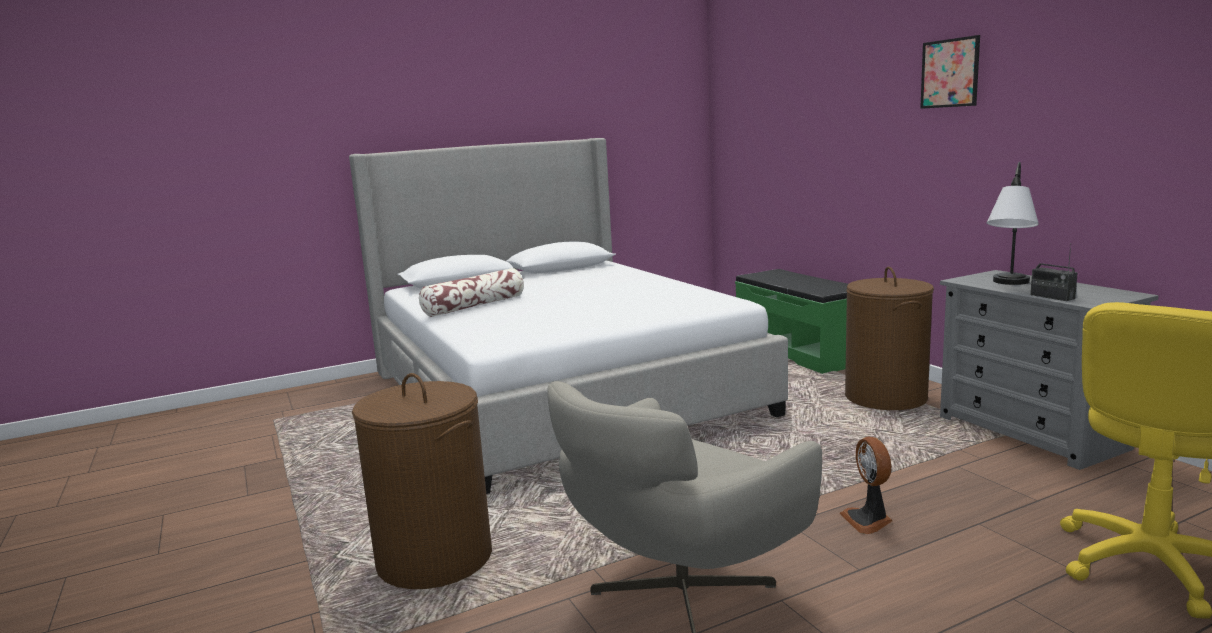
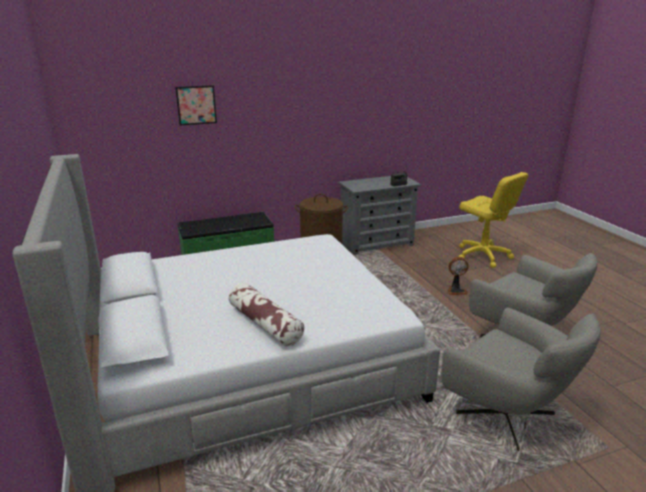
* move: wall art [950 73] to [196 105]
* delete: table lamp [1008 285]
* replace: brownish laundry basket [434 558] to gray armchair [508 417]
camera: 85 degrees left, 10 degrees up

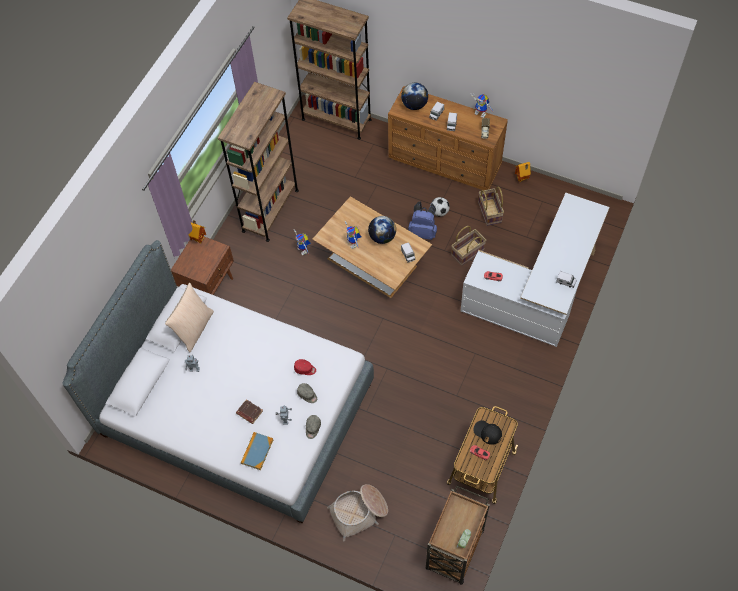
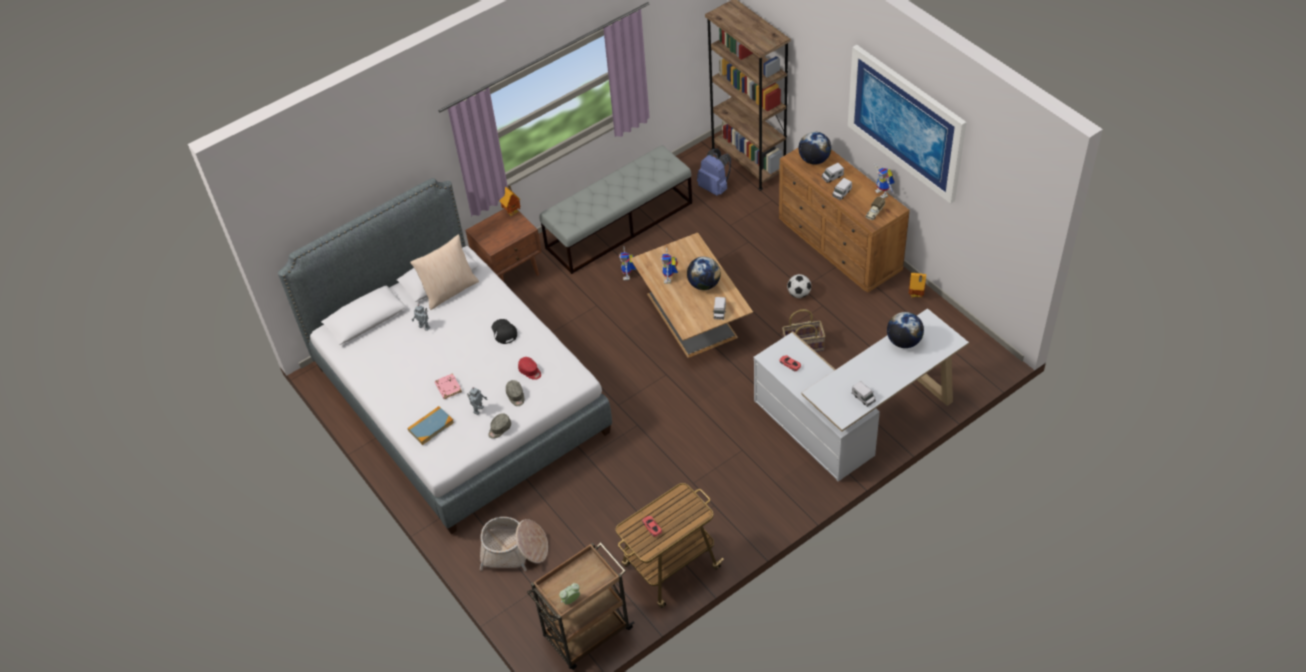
* replace: brownish shelving unit [270 210] to gray indoor bench [619 225]
* delete: basket [490 212]
* move: blue-coloured rucksack [423 232] to [715 187]
* recolor: brownish book [249 412] to pink-coloured book [448 388]
* move: blackish cap [487 432] to [504 332]
* insert: wall art [905 122]
* insert: globe [903 341]
camera: 30 degrees right, 10 degrees down

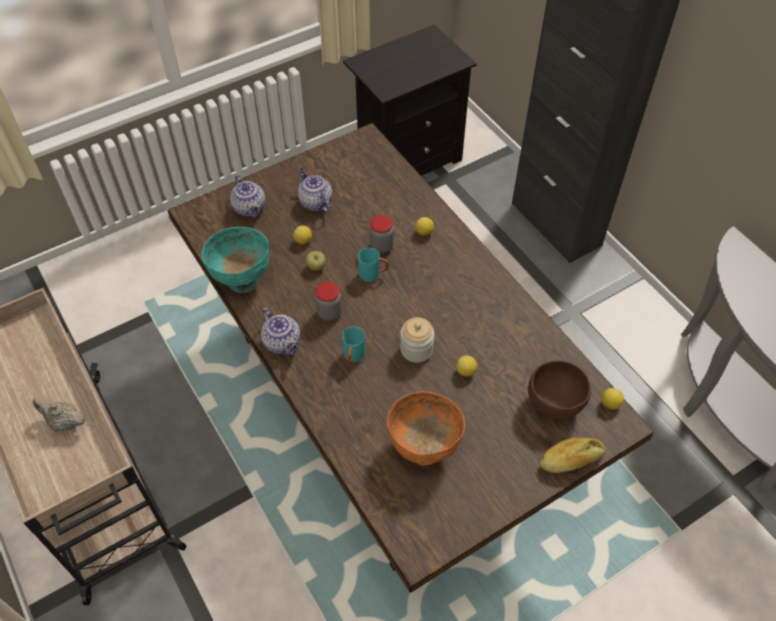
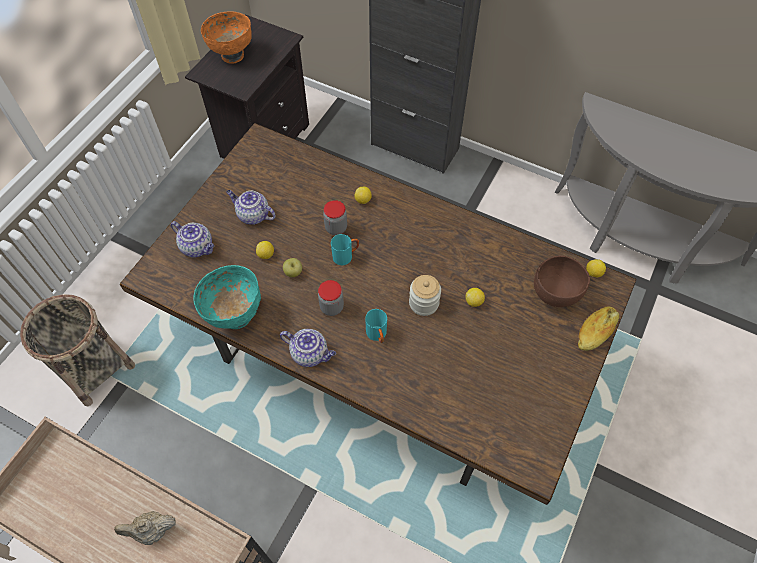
* move: orange-coloured deep dish [424 448] to [232 55]
* insert: basket [94 368]
camera: 30 degrees left, 5 degrees up

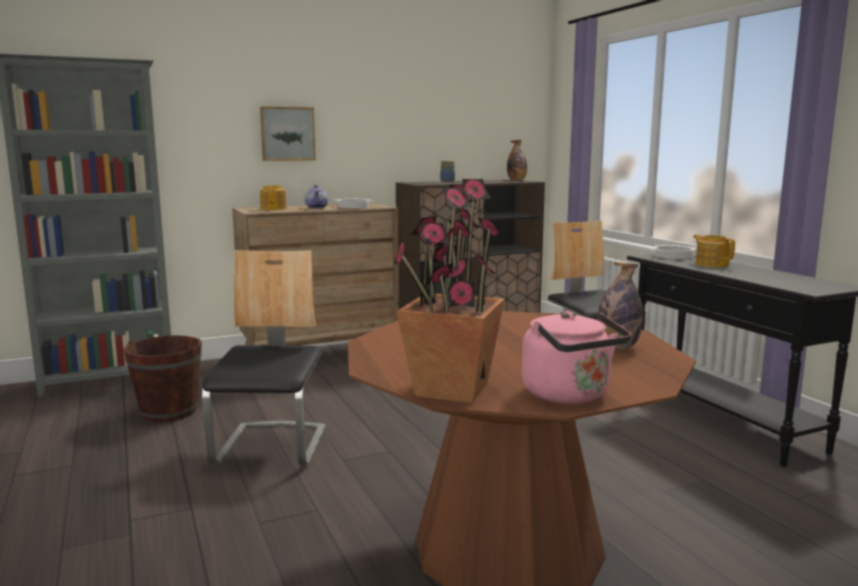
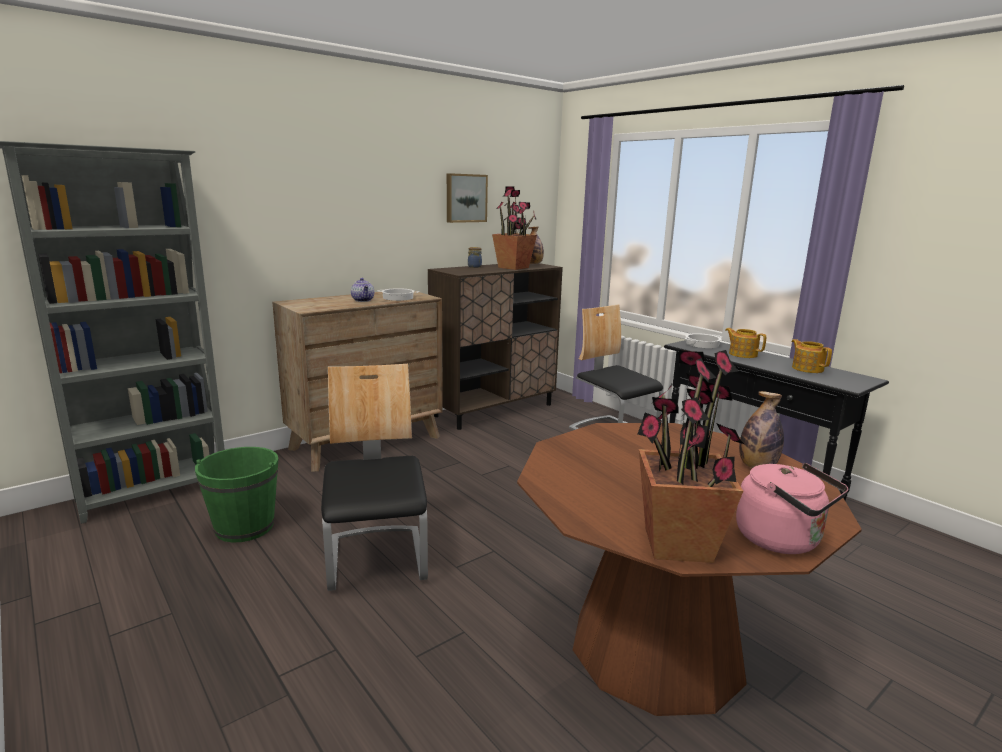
* move: wall art [287 134] to [465 198]
* move: tea pot [274 208] to [807 368]
* recolor: brownish bucket [168 411] to green-coloured bucket [244 527]
* insert: plant in a pot [514 267]
camera: 15 degrees left, 5 degrees up

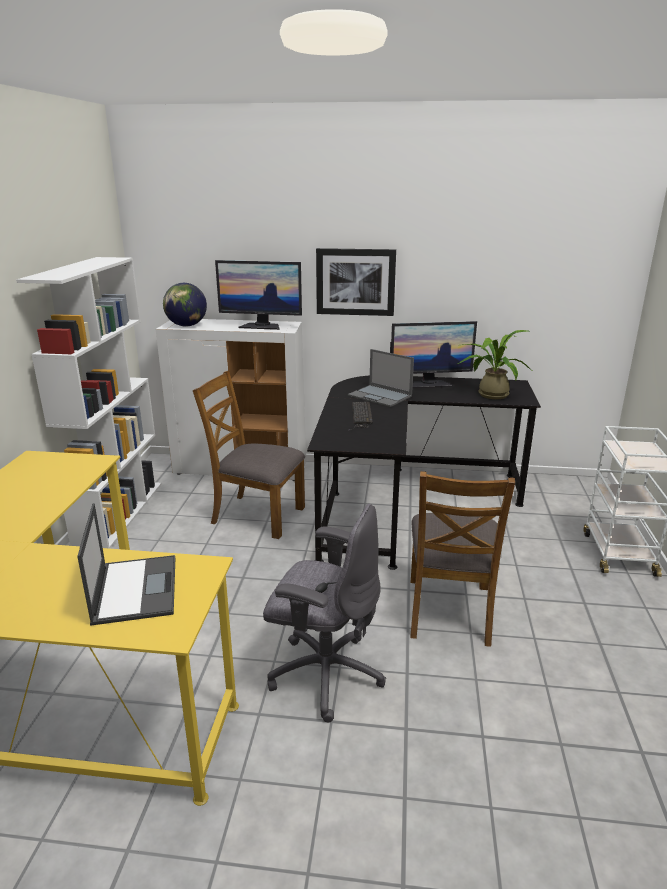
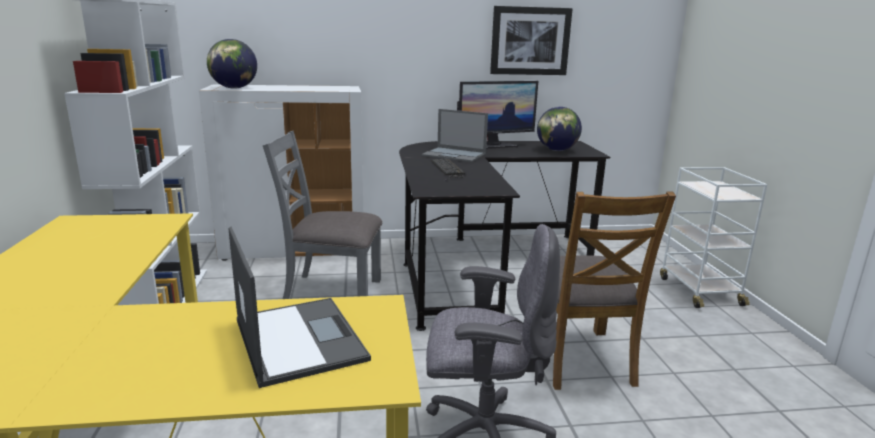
* move: wall art [355 282] to [530 41]
* delete: computer display [261 326]
* replace: plant in a pot [489 394] to globe [557 150]
* recolor: brownish upright chair [257 515] to gray upright chair [331 291]
camera: 15 degrees left, 5 degrees down

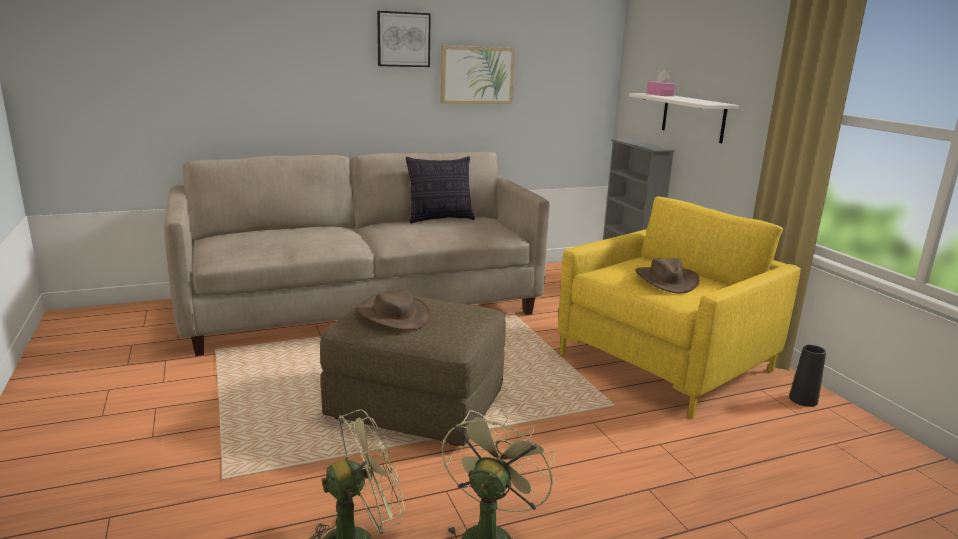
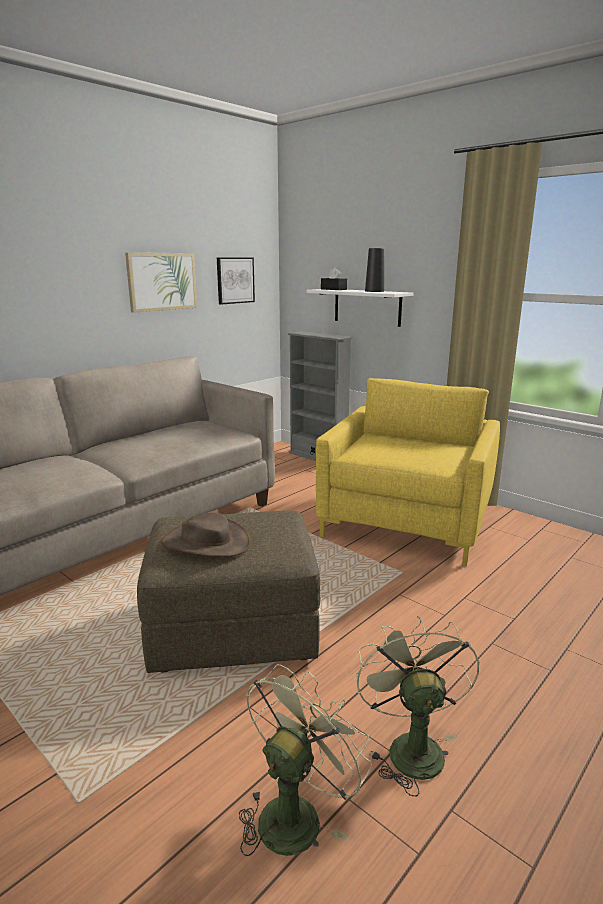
* move: wall art [403 39] to [235 280]
* recolor: pink-coloured tissue holder [659 94] to blackish tissue holder [333 289]
* delete: pillow [440 219]
* delete: brownish hat [665 280]
* move: blackish decorative vase [803 399] to [374 291]
camera: 25 degrees left, 0 degrees up

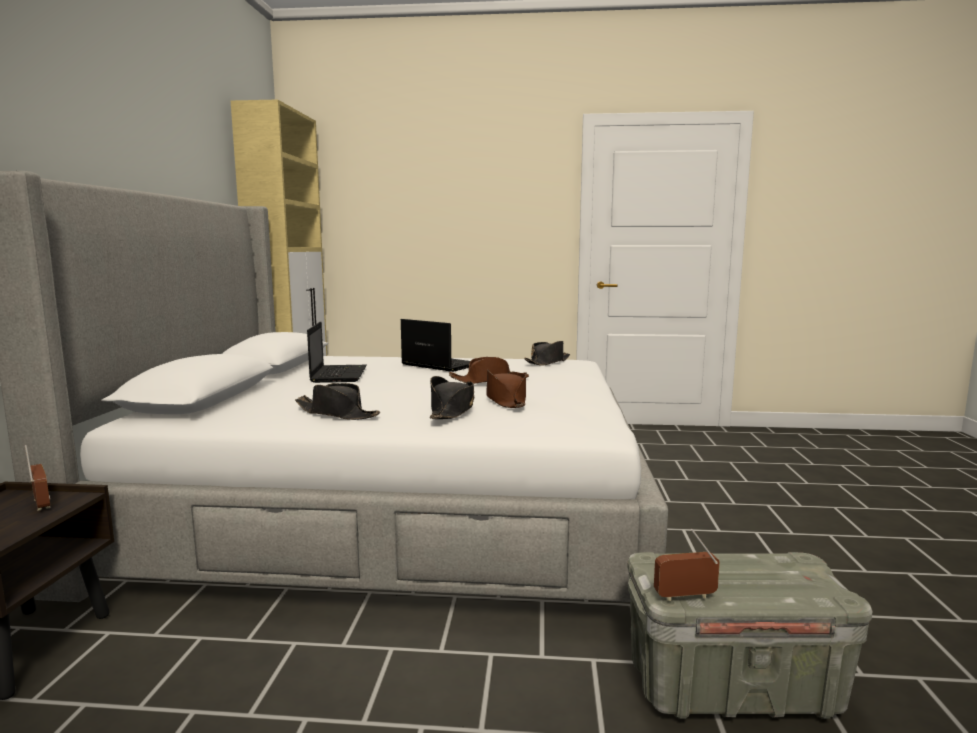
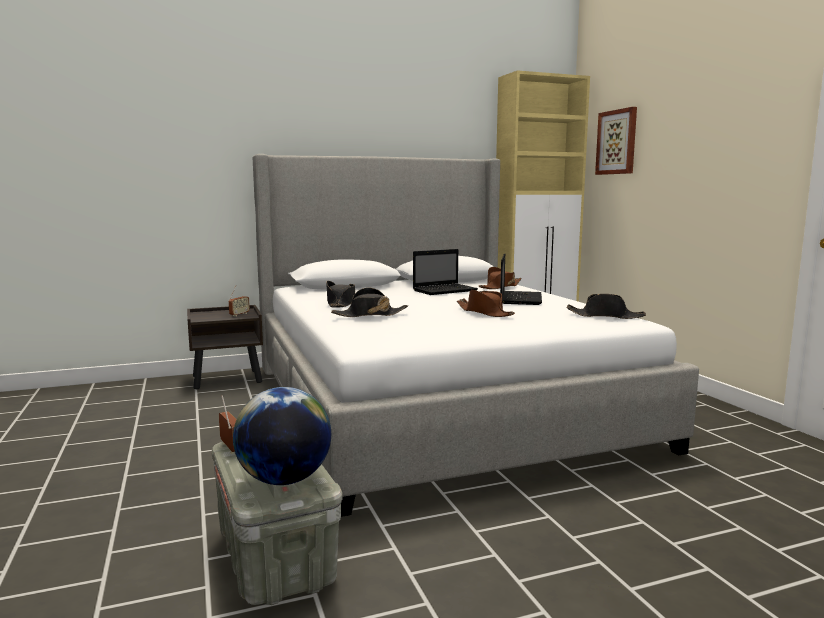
* move: brownish hat [505 400] to [500 287]
* insert: wall art [617 142]
* insert: globe [284 480]
camera: 65 degrees right, 0 degrees up

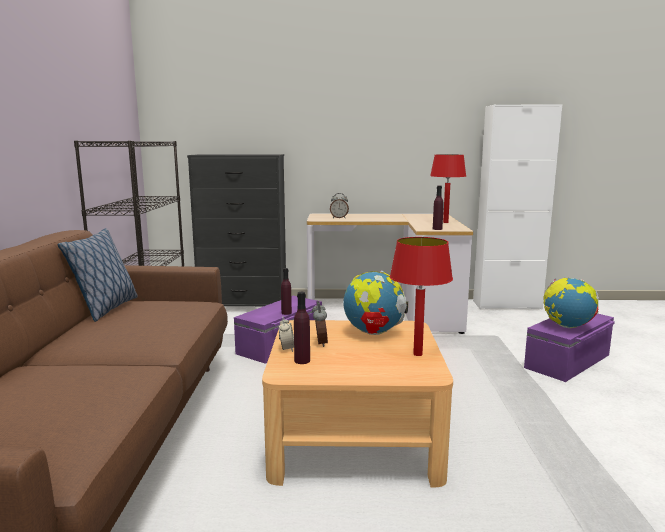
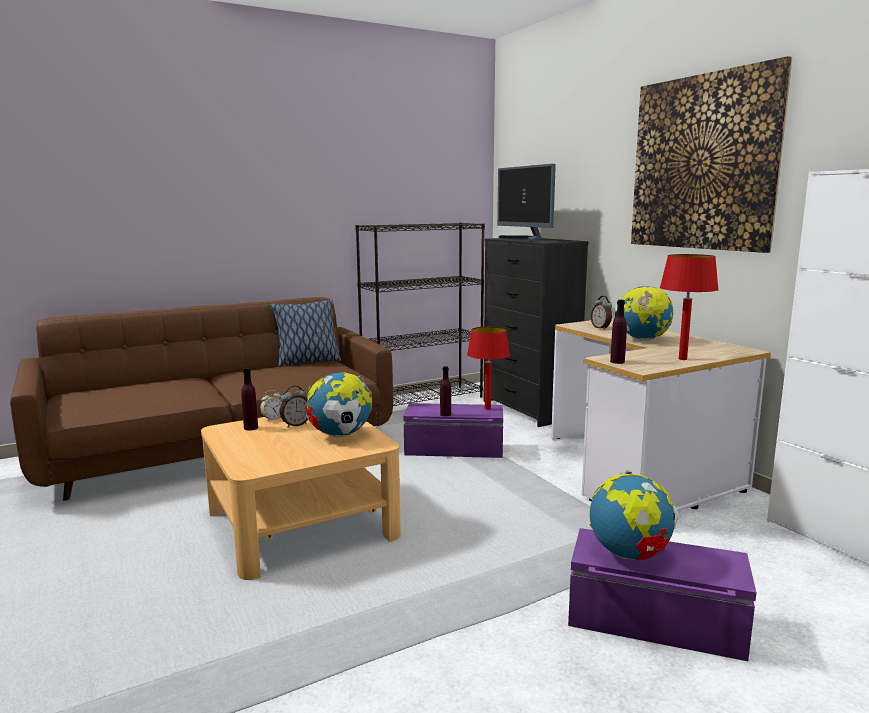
* move: reddish table lamp [418 354] to [487 408]
* insert: wall art [703 163]
* insert: computer display [526 239]
* insert: globe [642 340]
camera: 60 degrees right, 0 degrees up

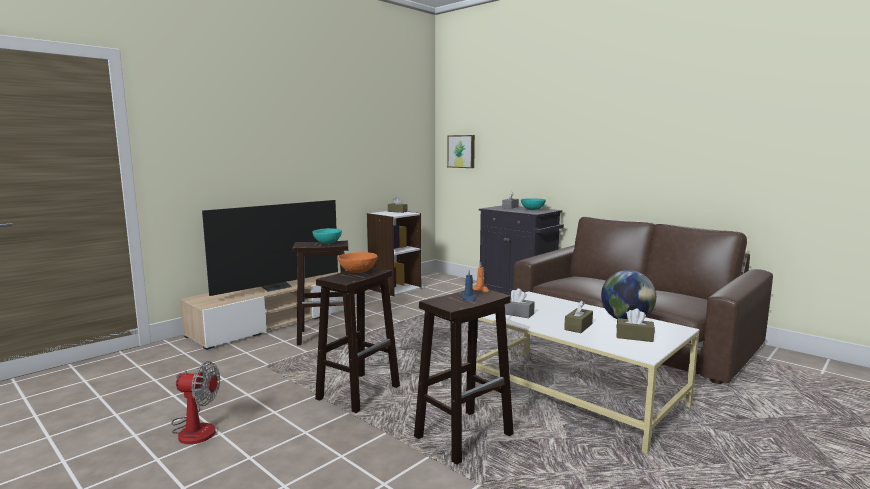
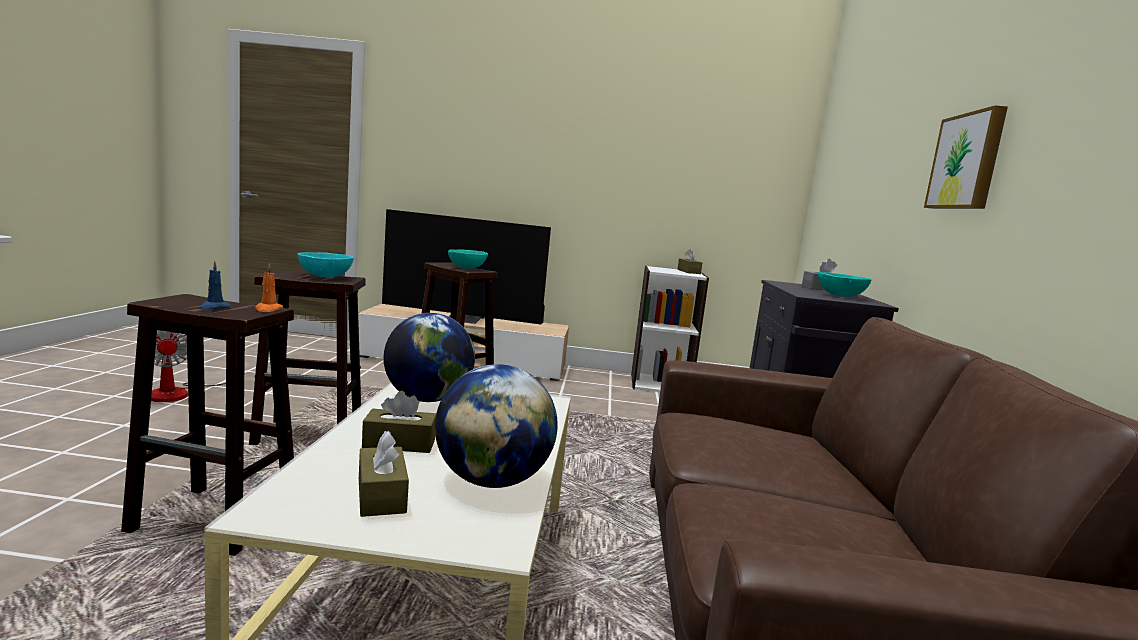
* move: wall art [461 151] to [967 162]
* recolor: orange-coloured deep dish [358 272] to turquoise deep dish [326 277]
* replace: gray tissue holder [517 313] to globe [427 399]
camera: 50 degrees right, 0 degrees up

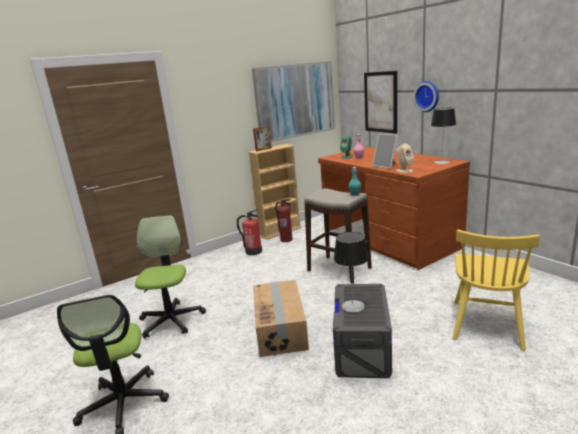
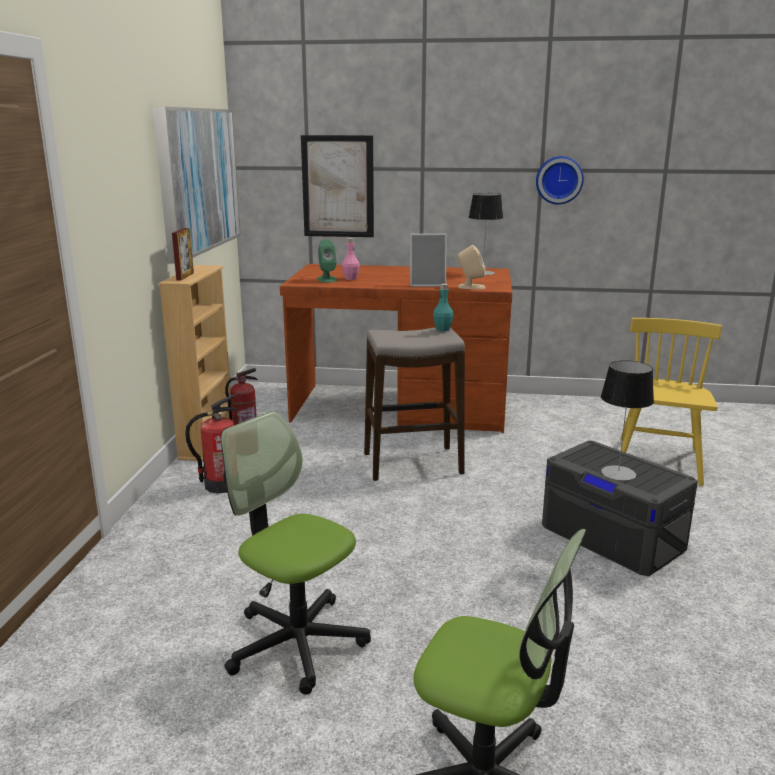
* move: wall clock [427 96] to [559 180]
* rotate: yellow upright chair [486 324] = [658 462] 135 degrees counterclockwise
* delete: cardboard box [281 328]
camera: 50 degrees left, 0 degrees up

